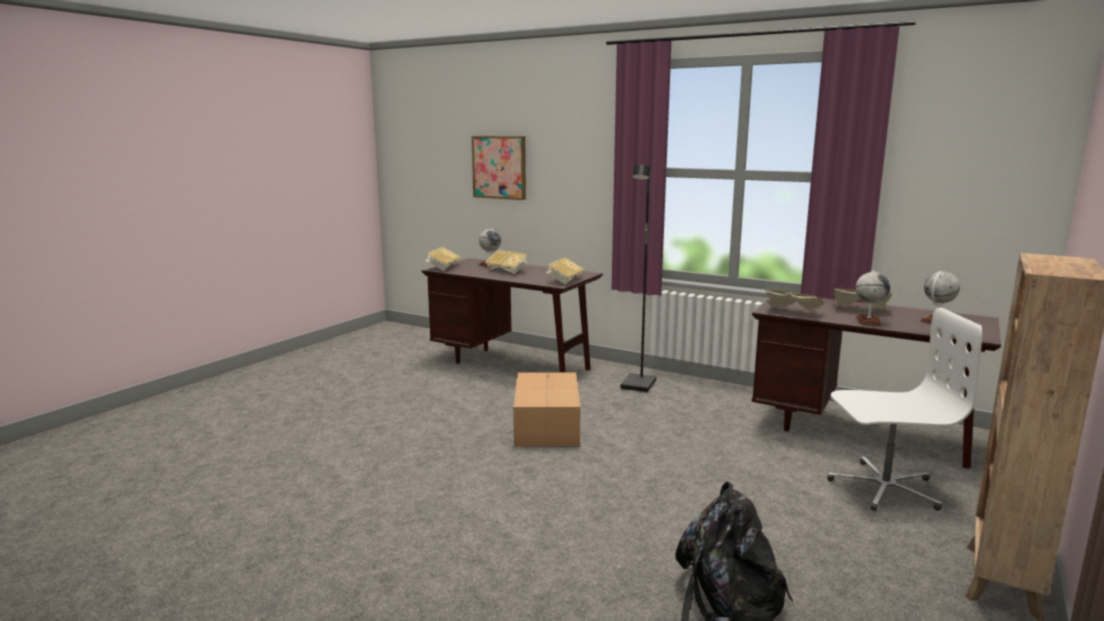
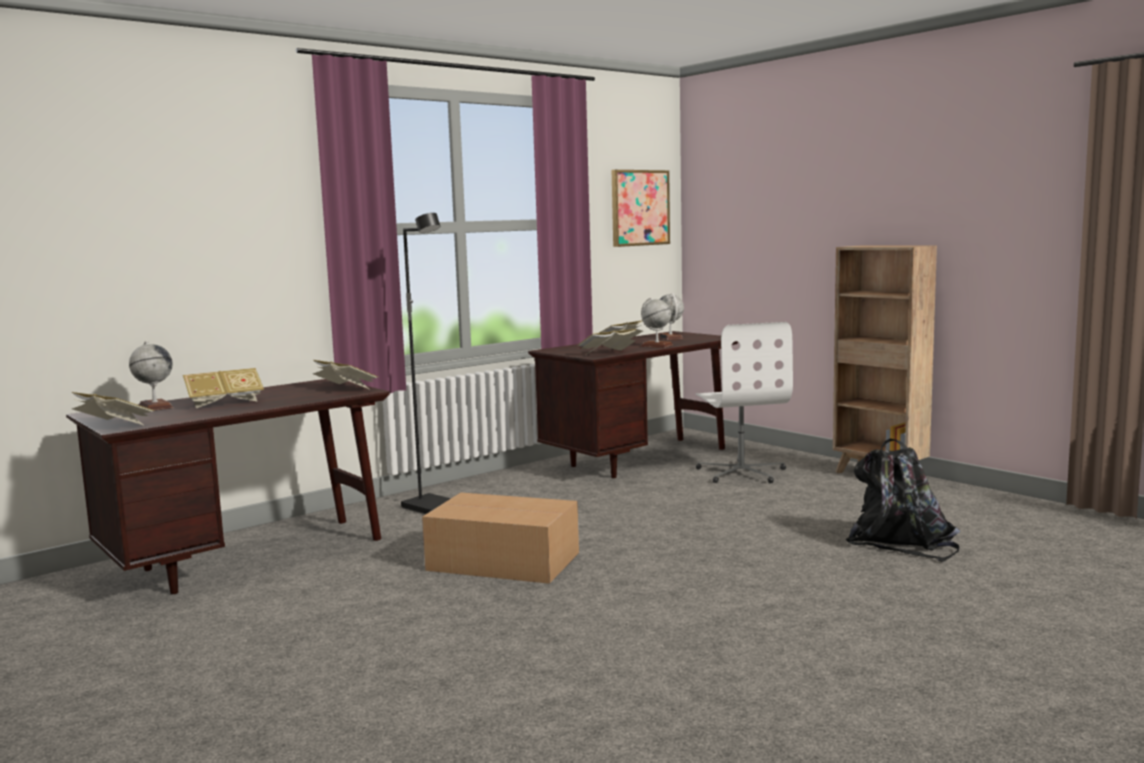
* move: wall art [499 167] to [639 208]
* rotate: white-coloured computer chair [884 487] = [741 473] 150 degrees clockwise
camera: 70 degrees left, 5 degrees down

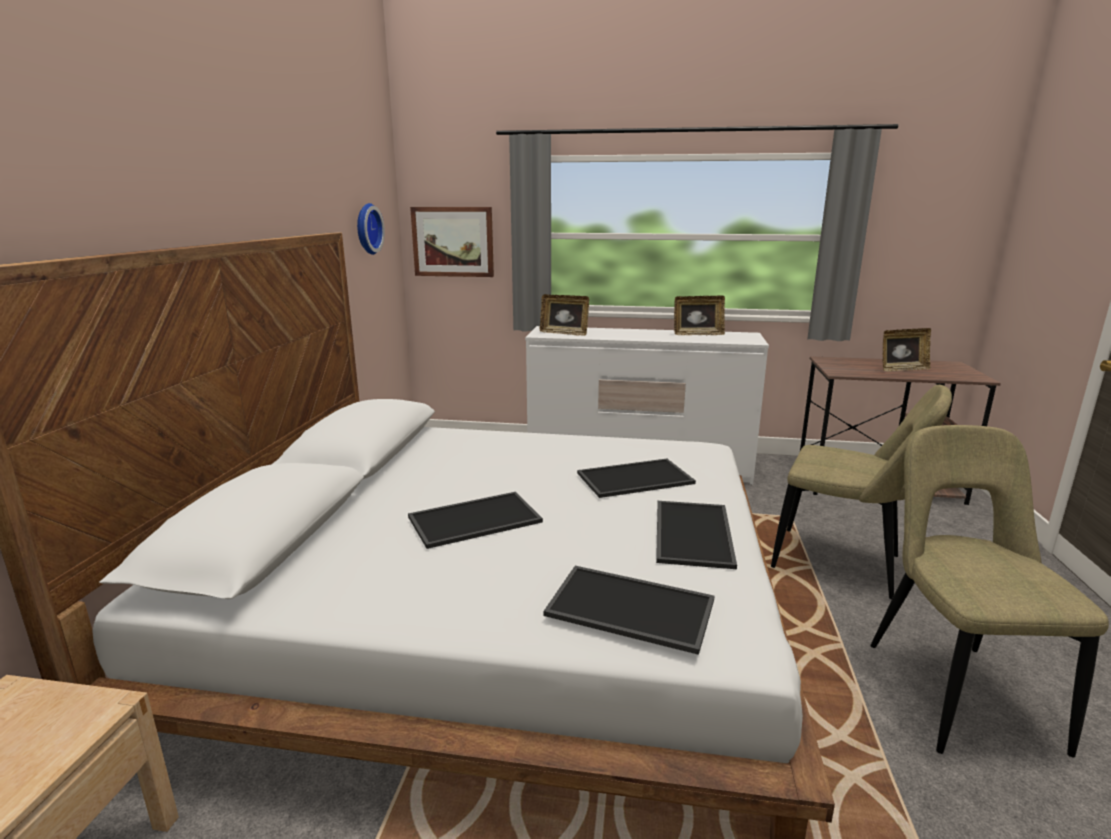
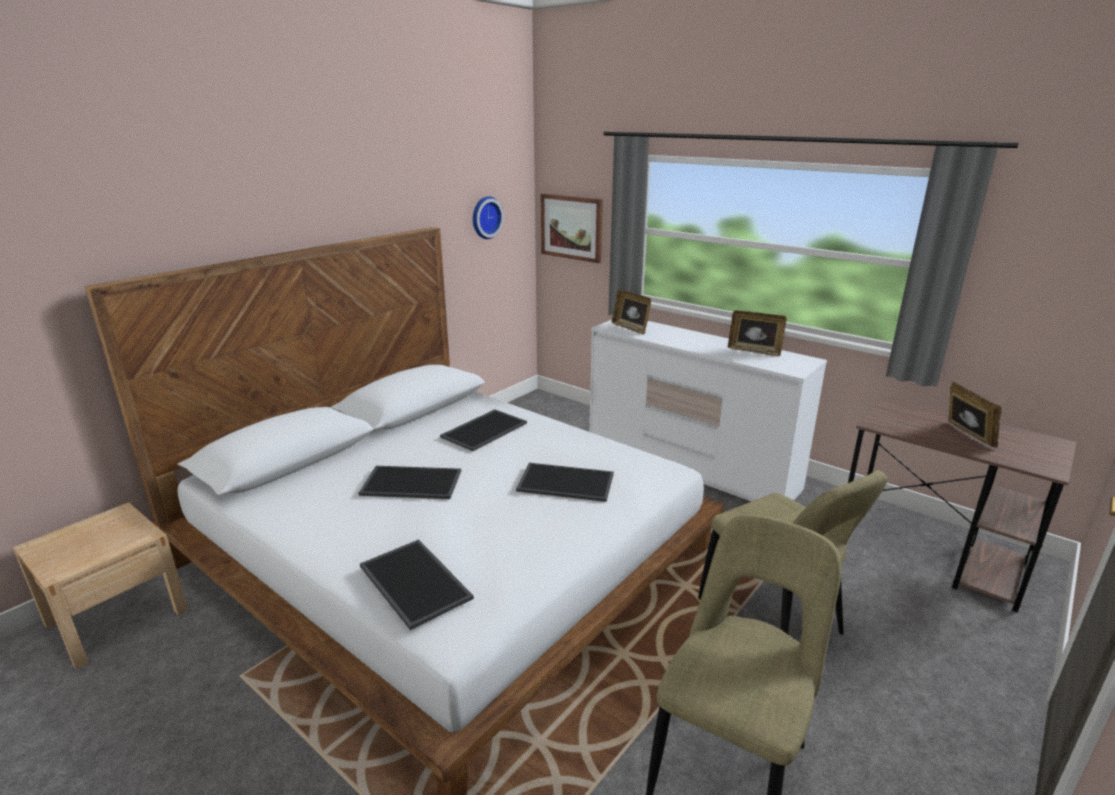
* rotate: picture frame [902 369] = [966 436] 120 degrees counterclockwise
* move: carrying tray [691 532] to [484 429]
camera: 30 degrees right, 5 degrees up

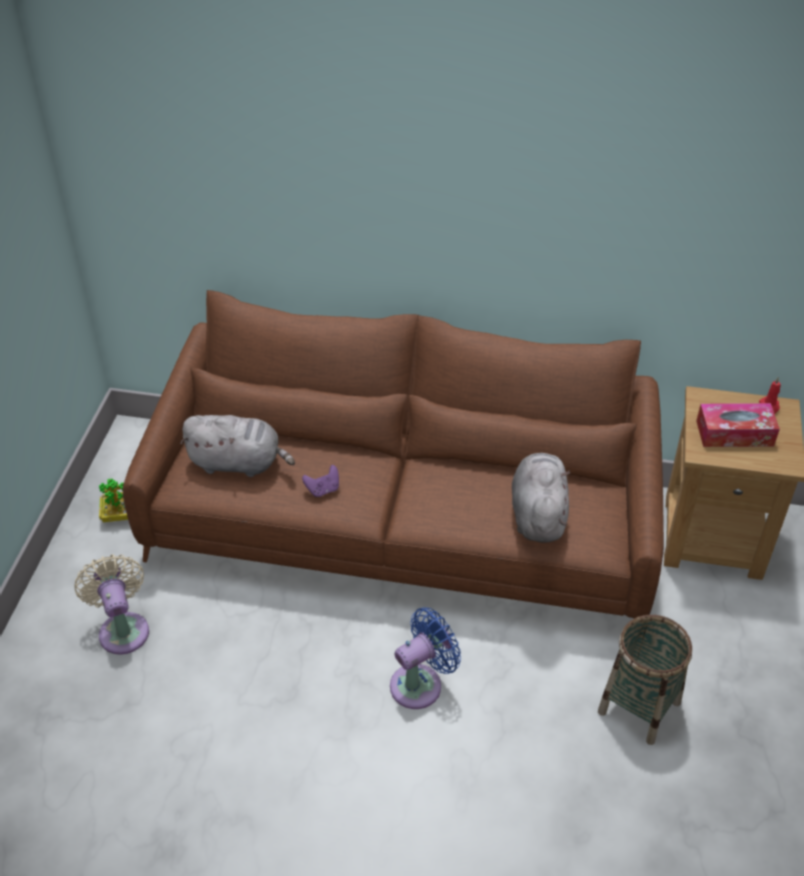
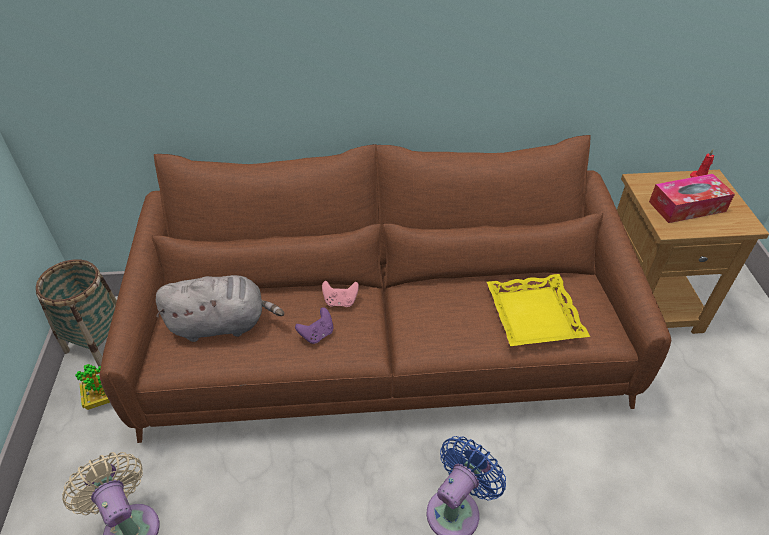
* replace: gray cuddly toy [538 513] to yellow carrying tray [533 315]
* move: basket [639 707] to [98 341]
* insert: pink-coloured gamepad [340 301]
camera: 15 degrees left, 0 degrees up

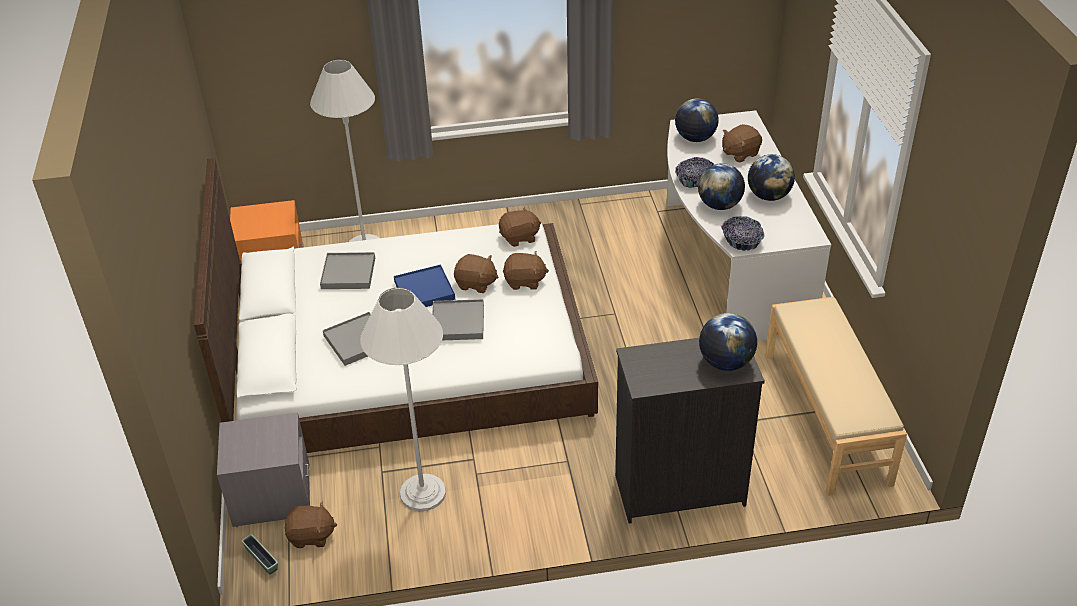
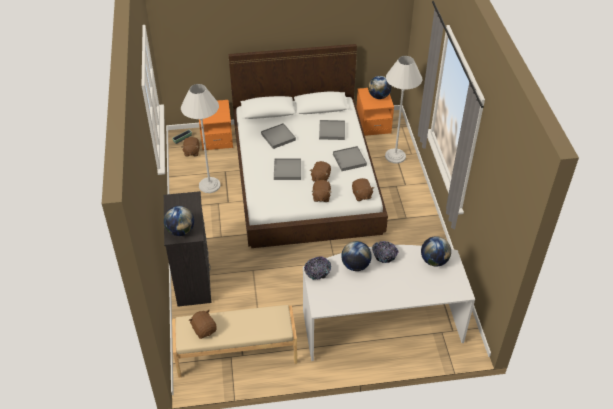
* move: brownish cuddly toy [739 153] to [204 329]
* move: globe [769 196] to [379 96]
* delete: blue-coloured carrying tray [424 290]
* recolor: gray bedside table [271 496] to orange-coloured bedside table [217 138]
* insert: gray carrying tray [349 160]
camera: 90 degrees right, 5 degrees up

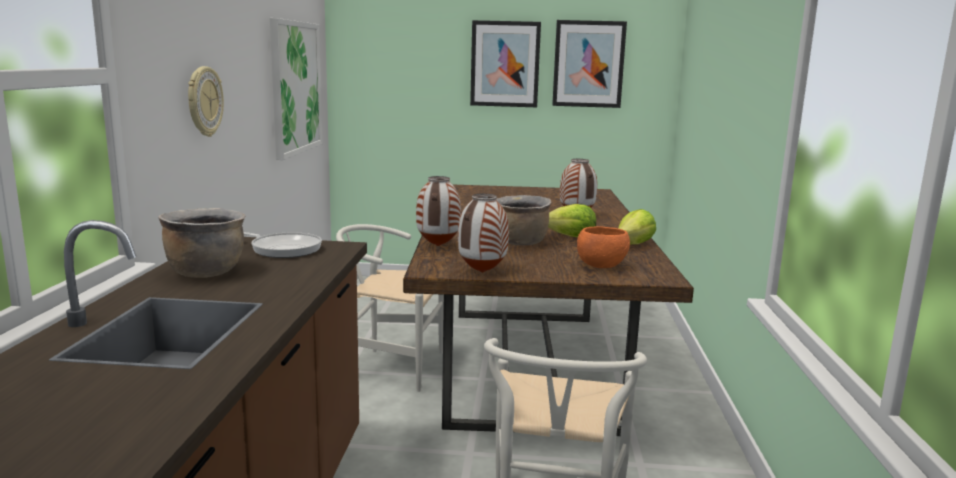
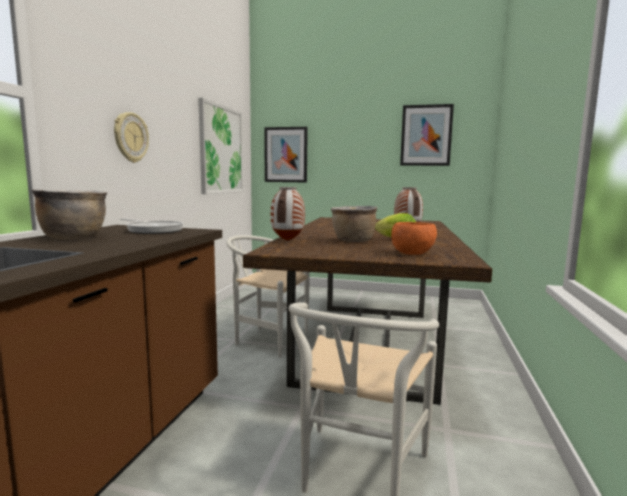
* move: wall art [505 64] to [286 155]
* delete: decorative vase [482 272]
* delete: head of lettuce [633 245]
camera: 10 degrees right, 5 degrees down

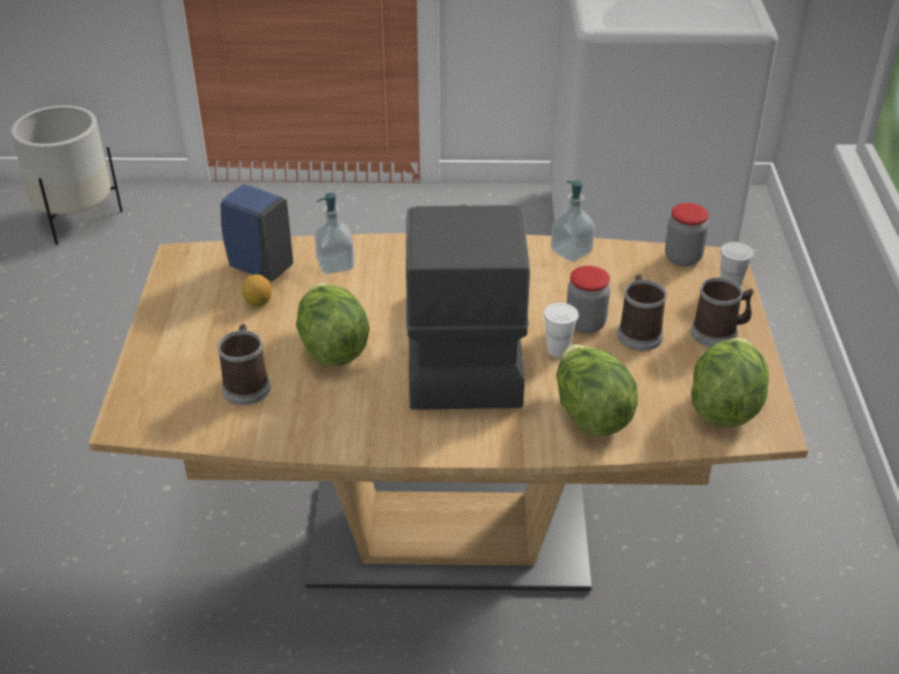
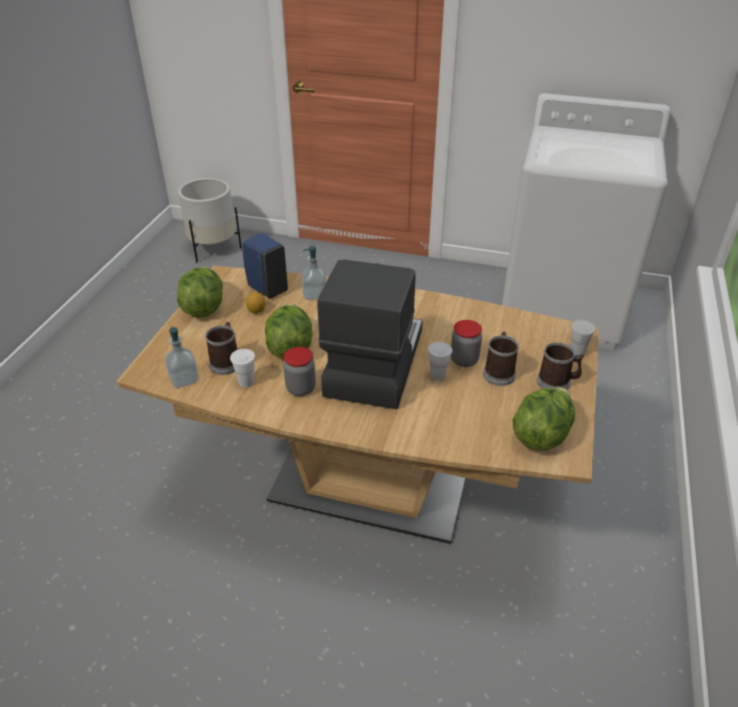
* move: soap bottle [571 252] to [184 379]
* move: preserve jar [683 258] to [301 388]
* move: head of lettuce [590 414] to [203 307]
* insert: white-coloured cup [246 382]
camera: 15 degrees right, 0 degrees up

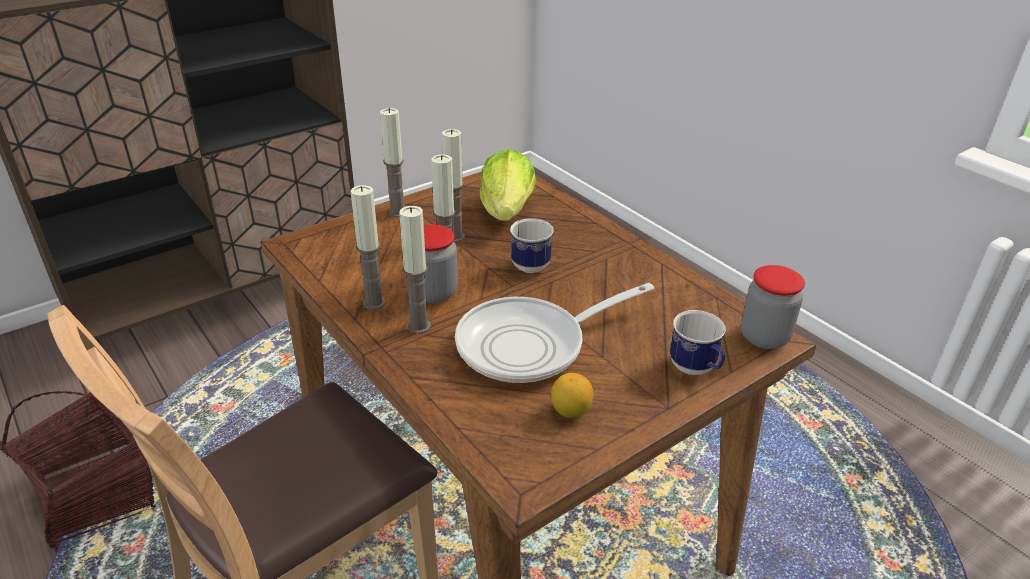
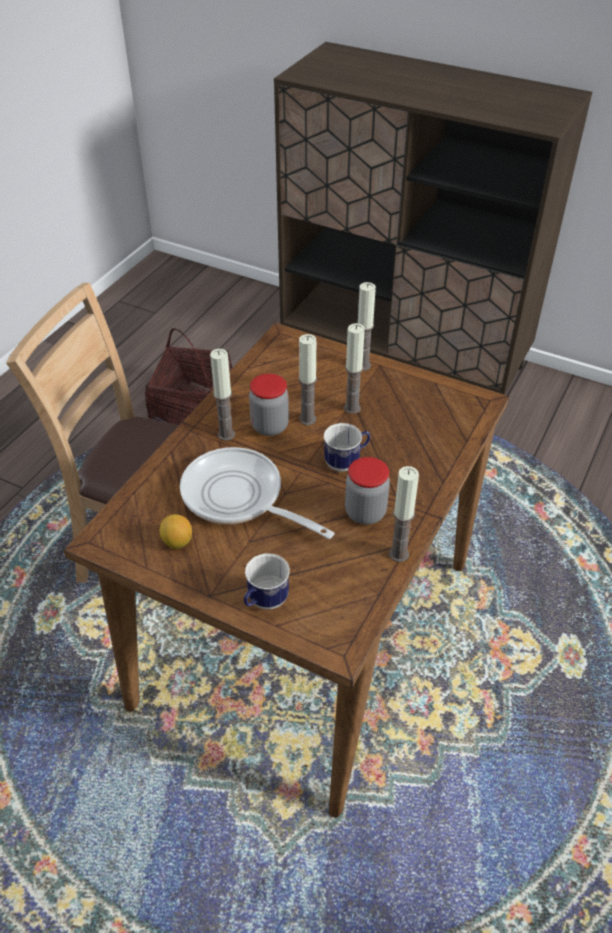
* delete: head of lettuce [507 212]
* move: candle [374 303] to [398 554]
* move: preserve jar [764 337] to [365 512]
camera: 65 degrees right, 10 degrees up

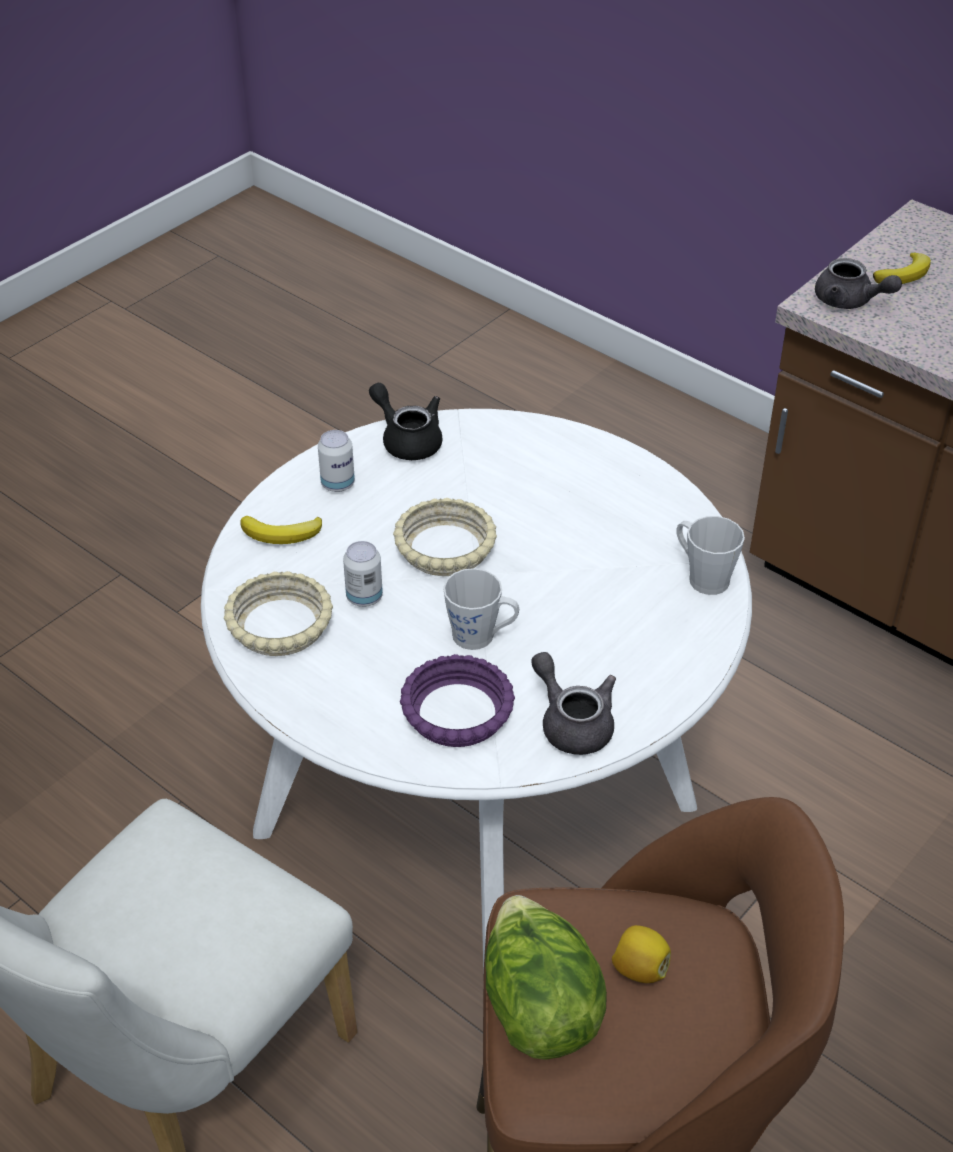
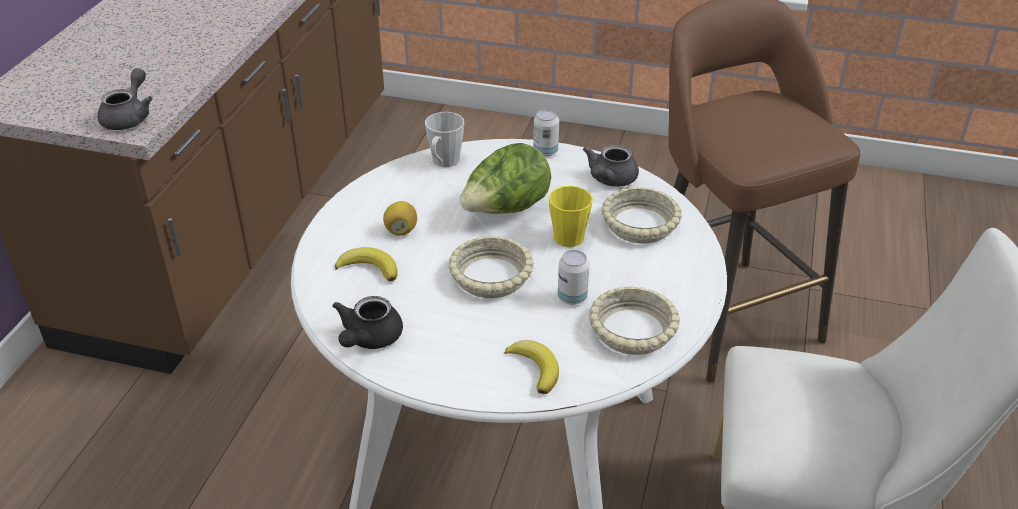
* move: banana fruit [904 274] to [369 268]
* move: sealed can [338 484] to [545 151]
* recolor: gray mug [481 636] to yellow mug [567 233]
* recolor: purple-coloured deep dish [458 711] to beige-coloured deep dish [639 223]
* move: head of lettuce [538 1007] to [506 210]
* move: lemon [639 968] to [401 230]
camera: 115 degrees left, 5 degrees down

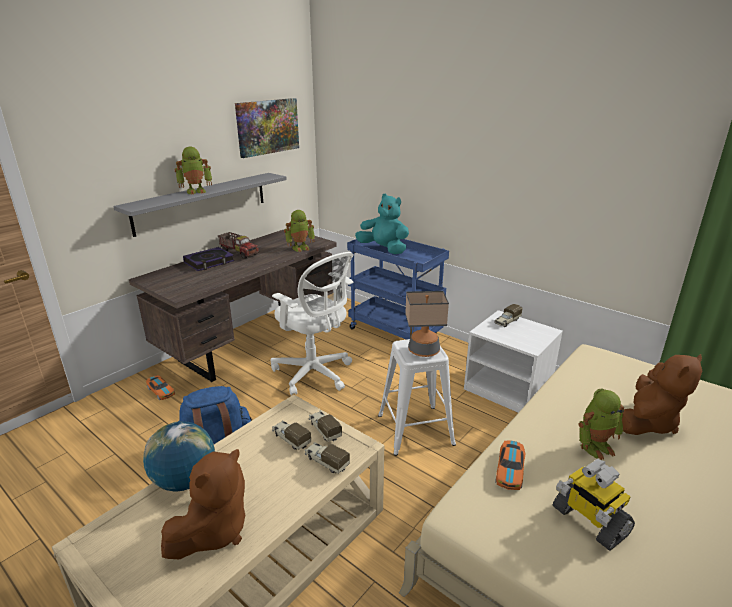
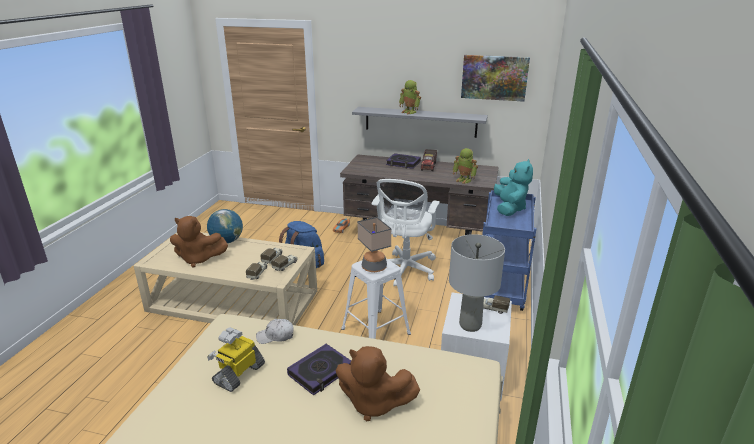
* replace: robot figure [595 446] to book [320 372]
* replace: miniature car [510 470] to white-coloured cap [275 336]
* insert: gray table lamp [470 325]
camera: 65 degrees right, 0 degrees up

